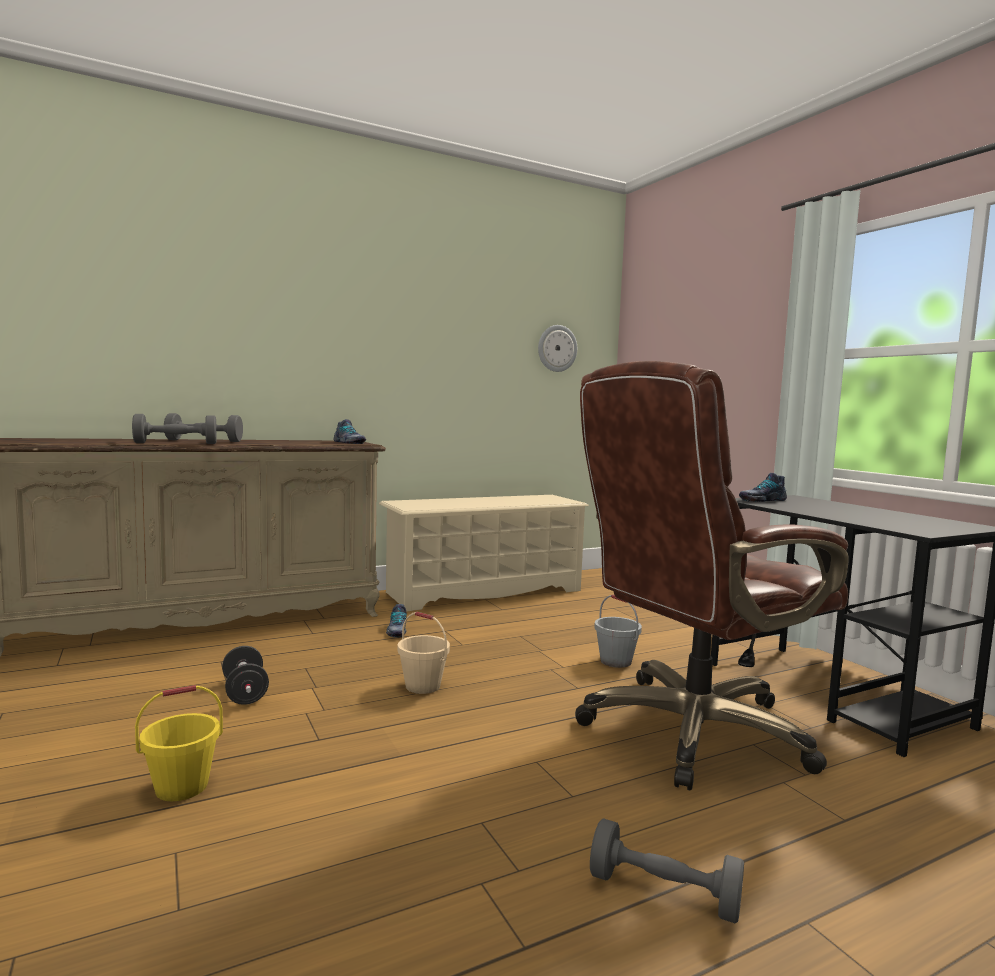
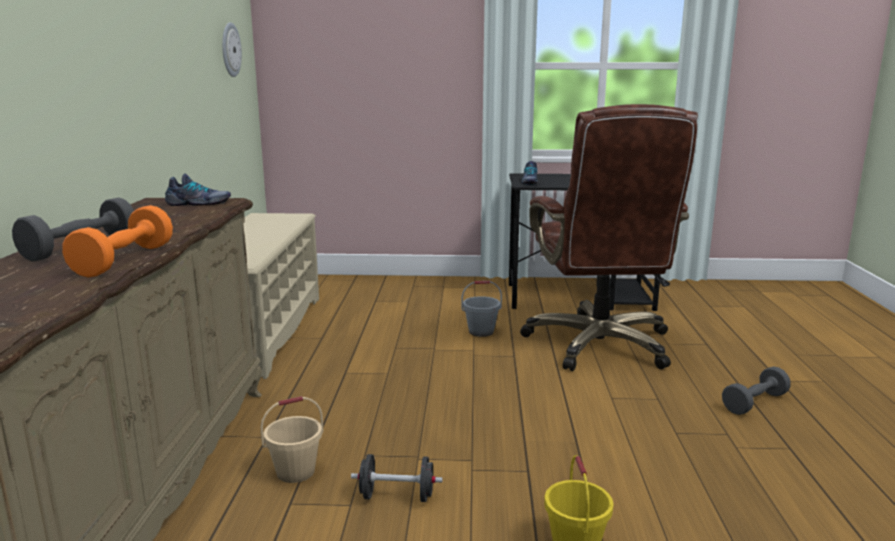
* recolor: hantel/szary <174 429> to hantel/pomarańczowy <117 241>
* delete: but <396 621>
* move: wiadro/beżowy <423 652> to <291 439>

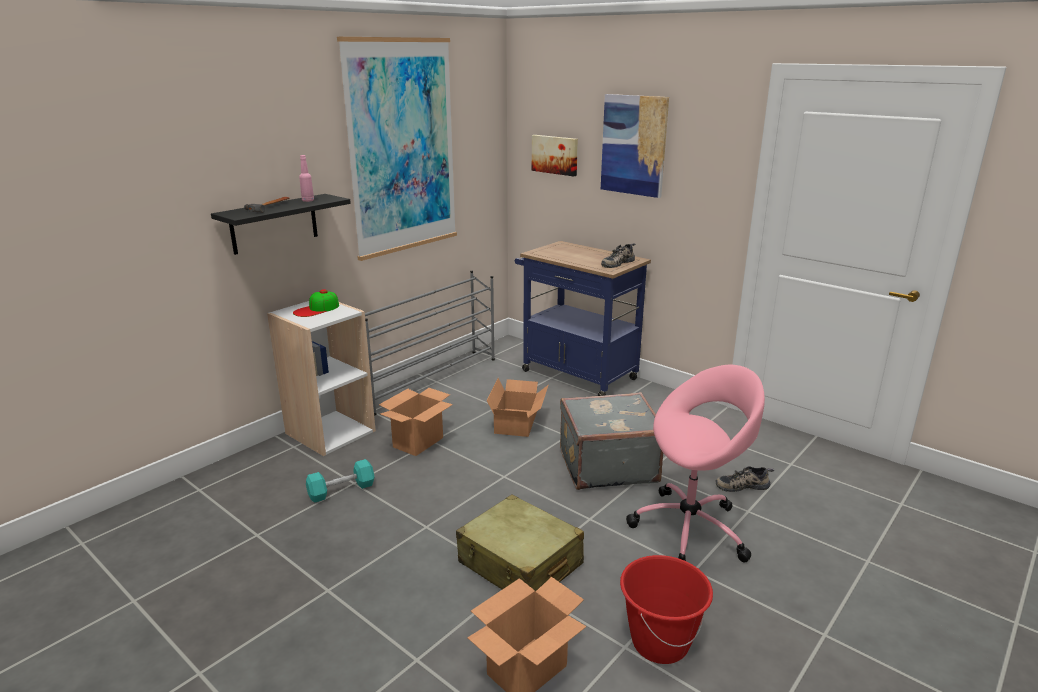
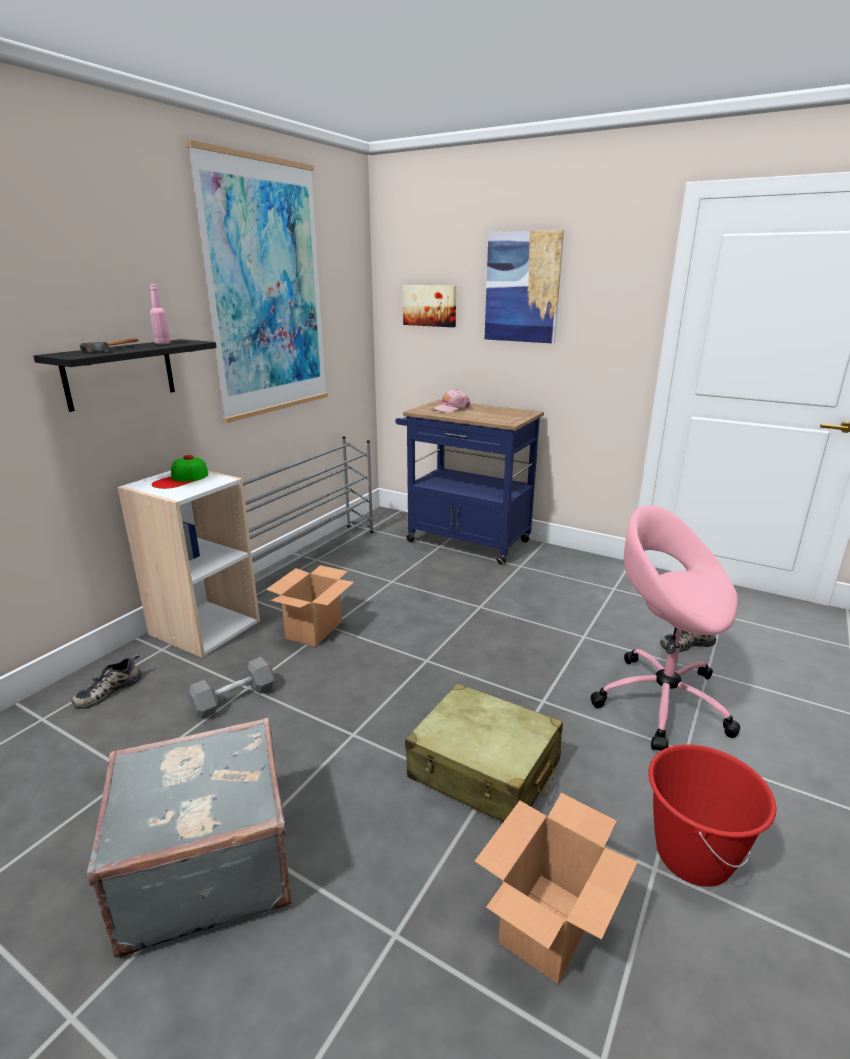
* move: but <618 255> to <106 682>
* rotate: krzesło biurowe/różowy <695 463> = <665 628> 135 degrees counterclockwise
* delete: karton <517 407>
* move: walizka/szary <611 441> to <189 837>
* recolor: hantel/turkusowy <340 481> to hantel/szary <231 688>
* insert: czapka z daszkiem/różowy <450 401>

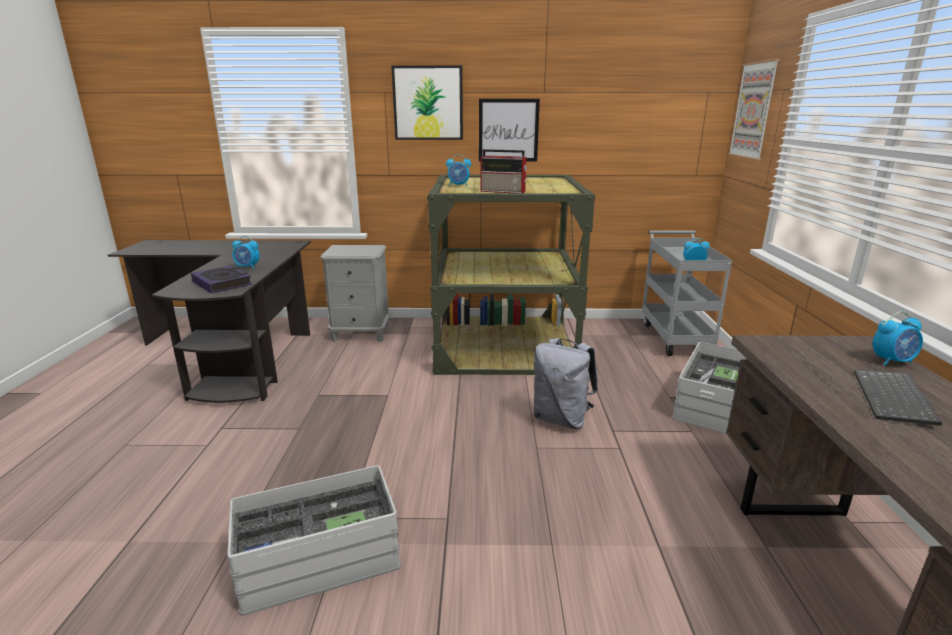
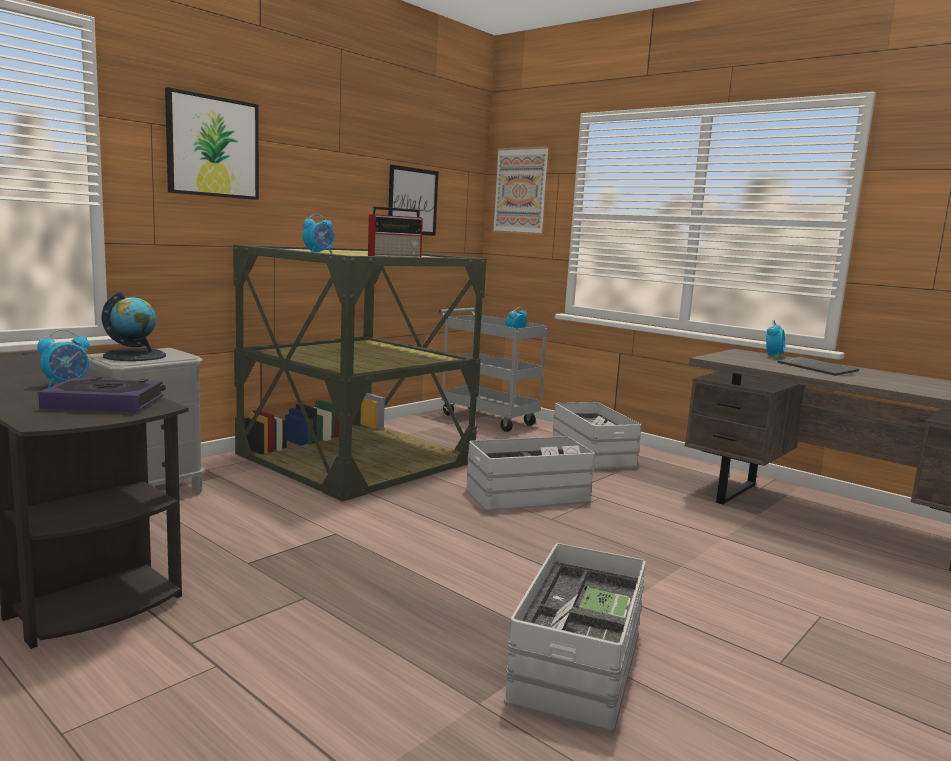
* move: obraz <509 130> to <413 200>
* replace: plecak/szary <565 383> to pojemnik do przechowywania/szary <530 473>
* insert: globus <134 326>

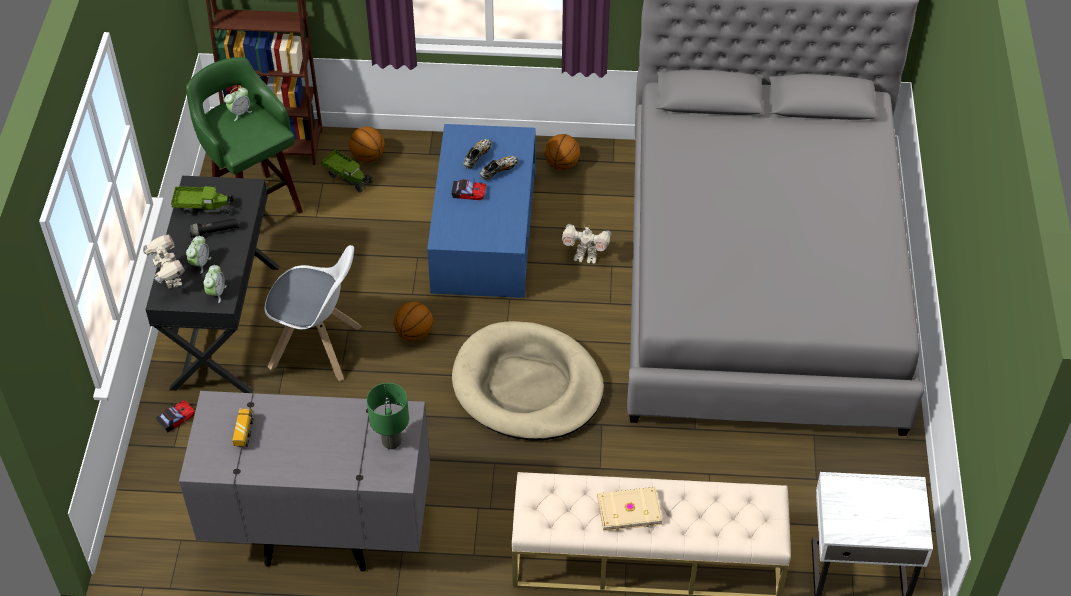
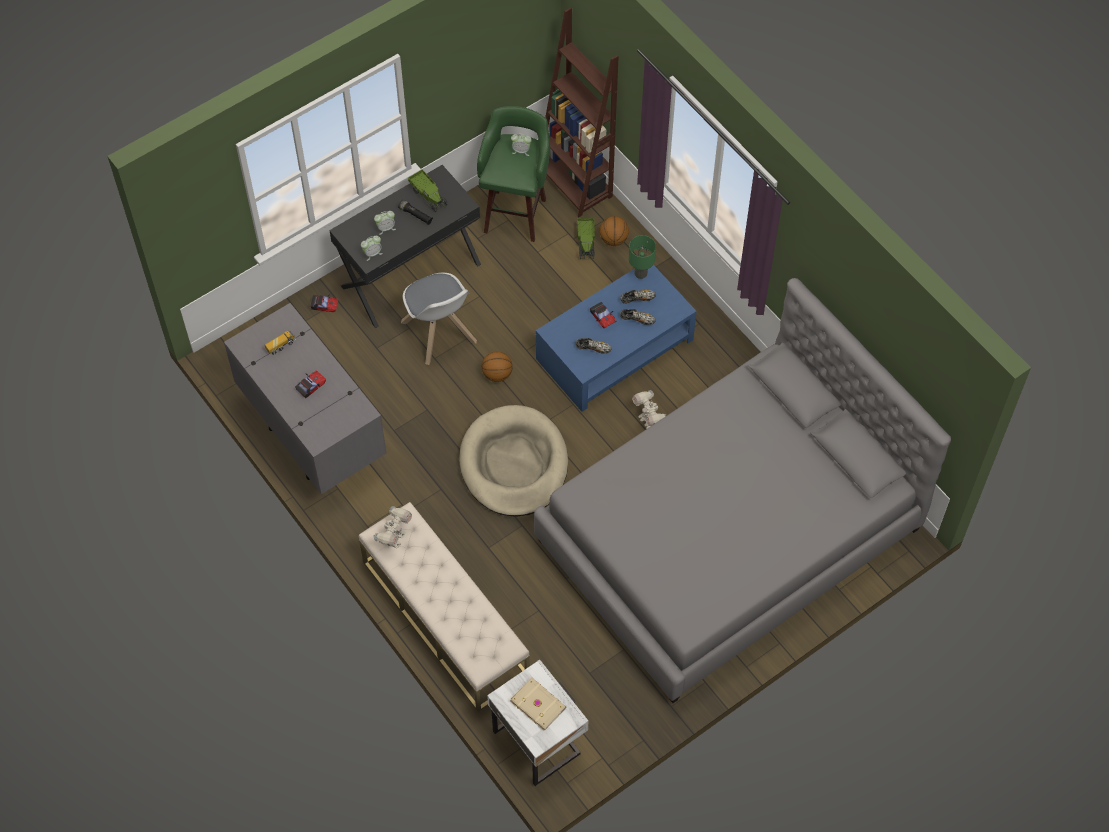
* delete: piłka do koszykówki <562 152>
* move: robot zabawkowy <164 261> to <393 527>
* move: lampa stołowa/zielony <388 416> to <642 257>
* move: książka/beżowy <630 509> to <538 704>
* insert: but <594 345>
* insert: samochodzik <310 384>

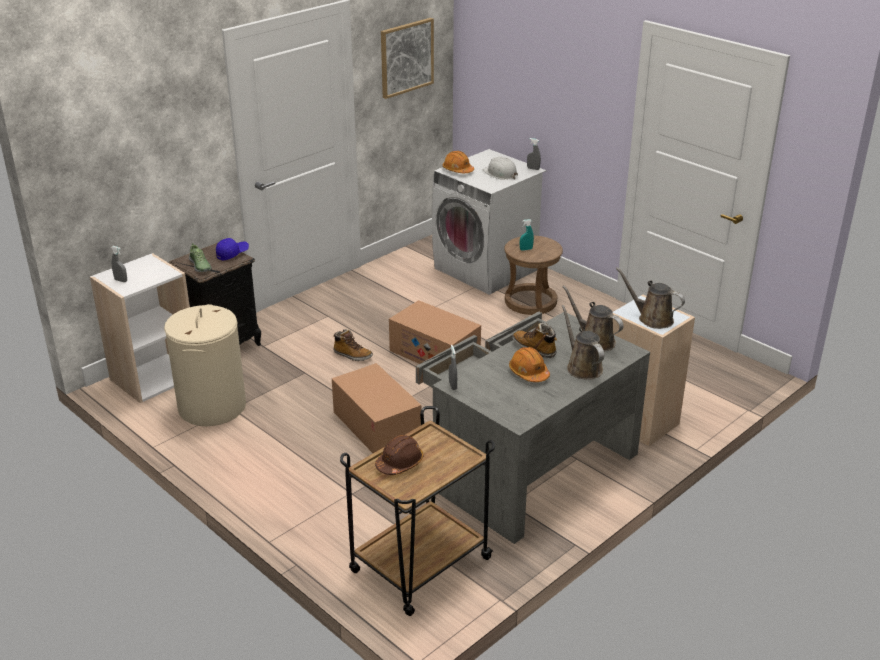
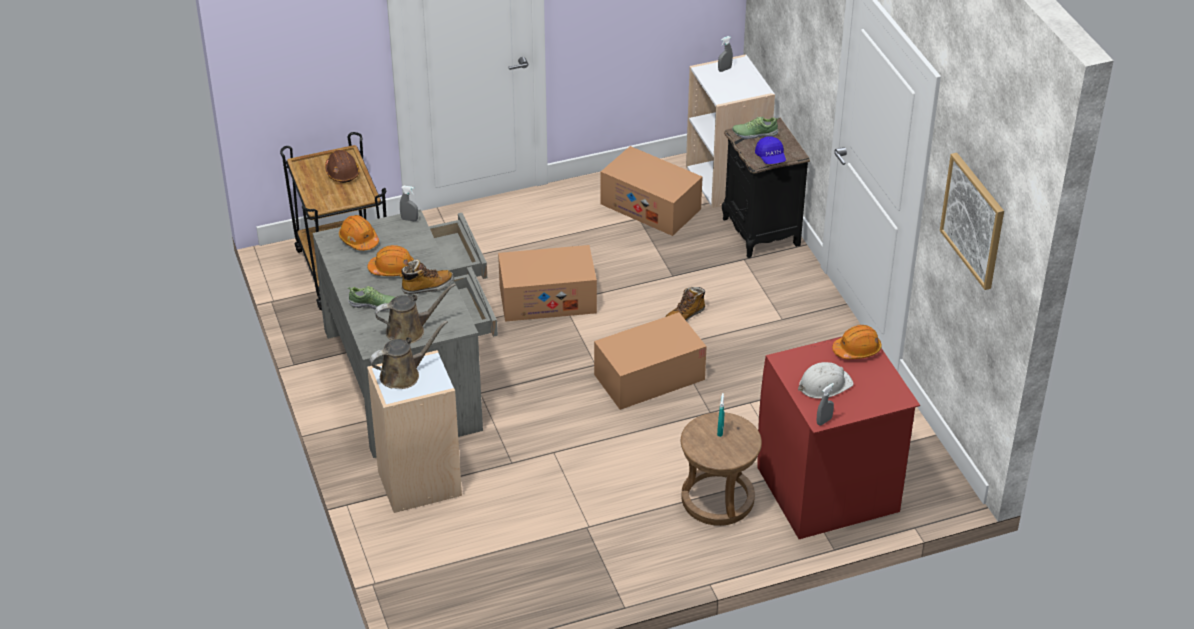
* recolor: pralka/biały <489 222> to pralka/czerwony <838 438>
* replace: kosz na pranie/beżowy <205 365> to karton <652 191>
* replace: konewka/brązowy <583 342> to but <371 298>
* insert: kask/pomarańczowy <359 233>

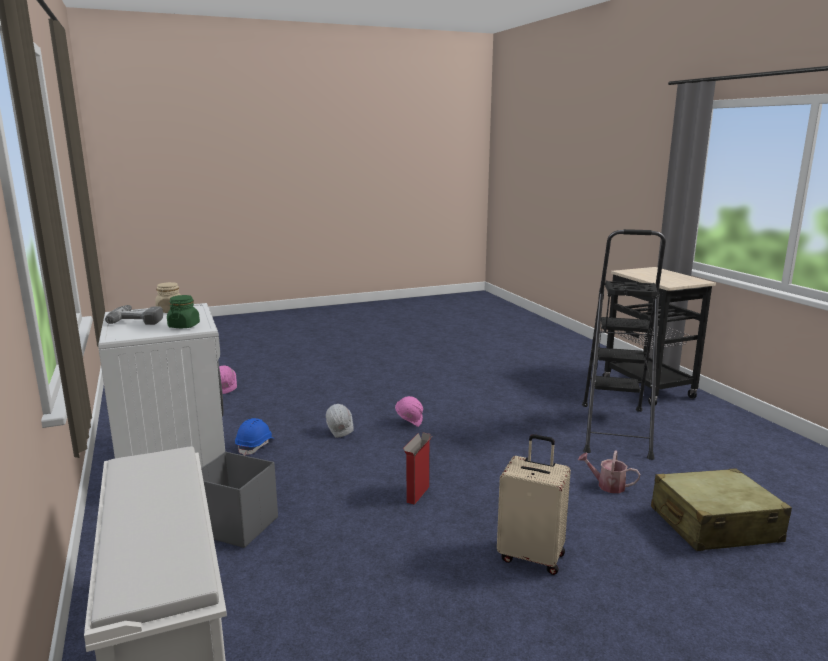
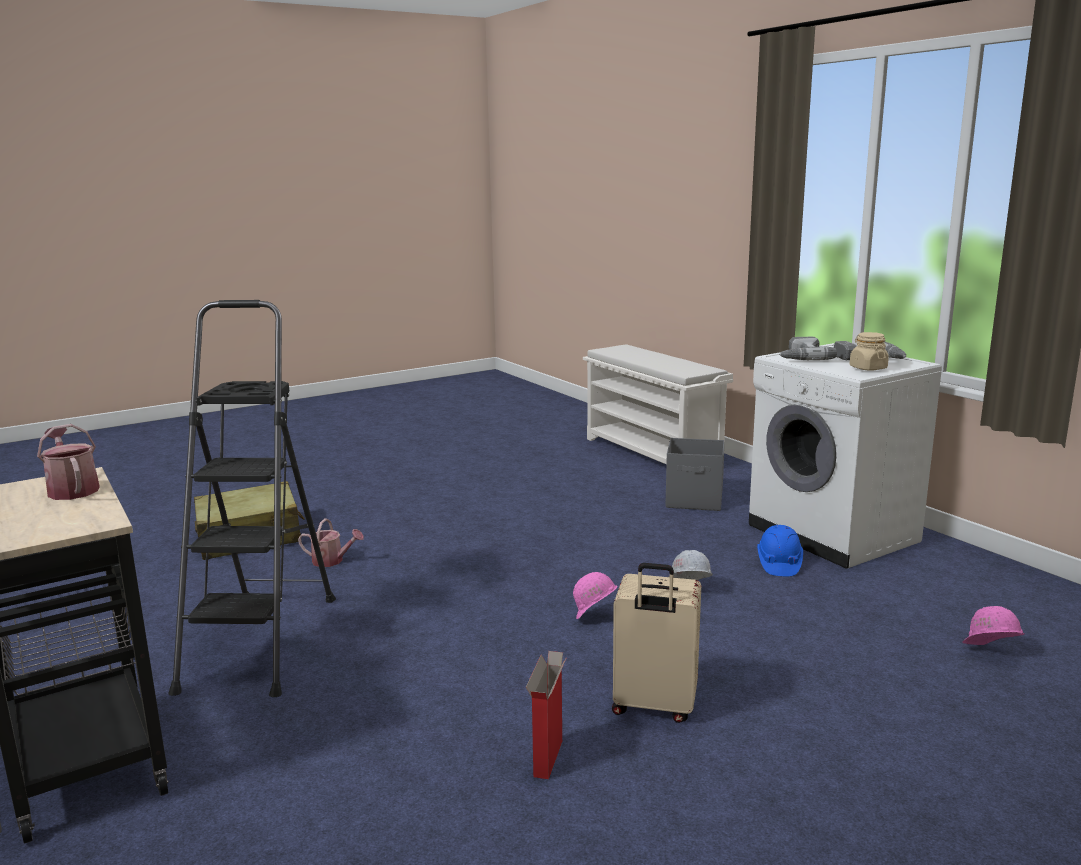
* replace: słoik/zielony <183 311> to wiertarka <808 348>
* move: karton <417 468> to <546 715>
* move: walizka/beżowy <534 504> to <656 643>
* insert: konewka <68 462>

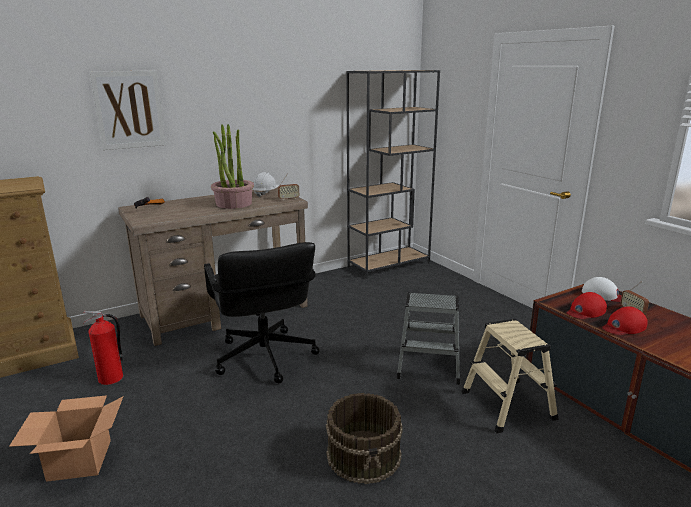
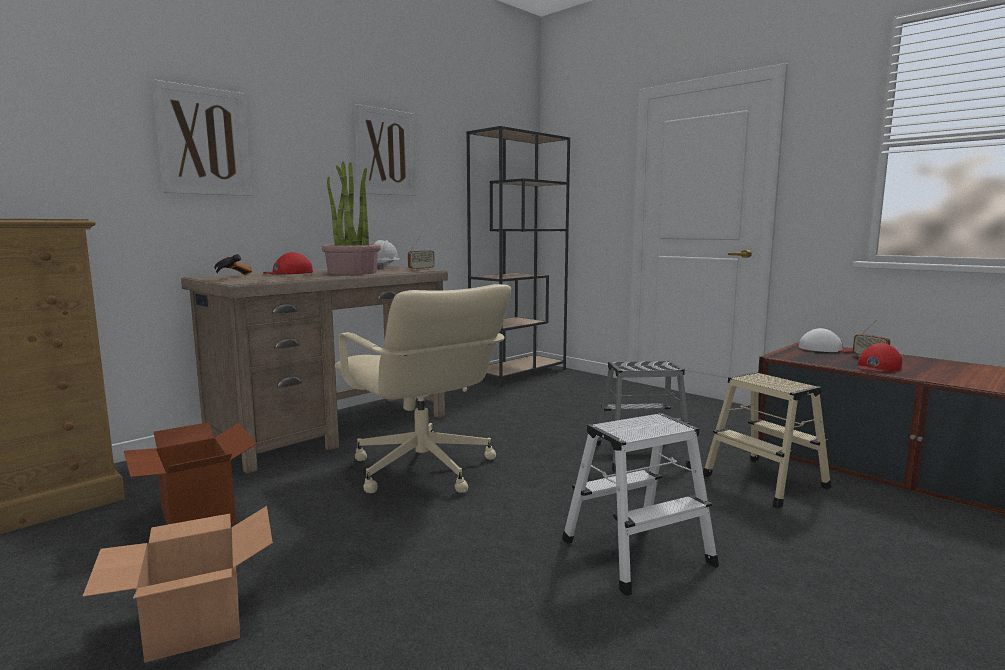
* recolor: krzesło biurowe/czarny <262 312> to krzesło biurowe/beżowy <423 388>
* move: czapka z daszkiem/czerwony <587 305> to <288 263>
* replace: gaśnica <103 348> to karton <190 473>
* replace: wiadro/brązowy <364 438> to drabinka/biały <640 504>
* insert: obraz <385 150>

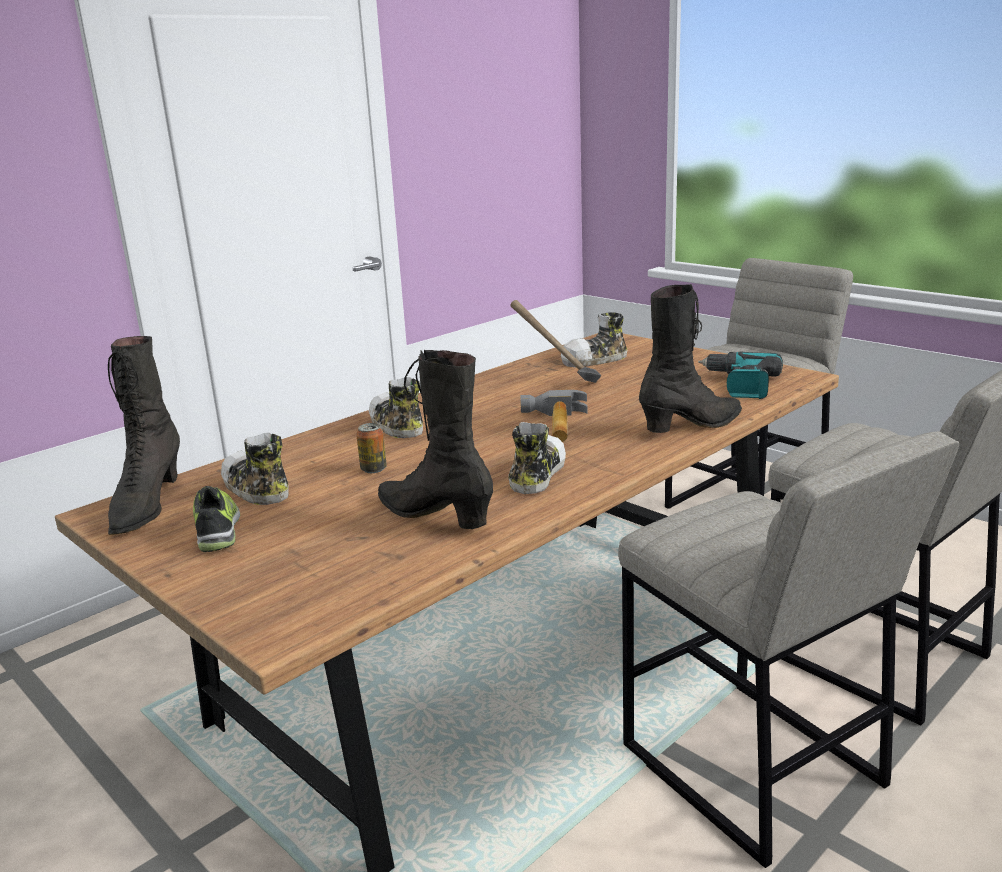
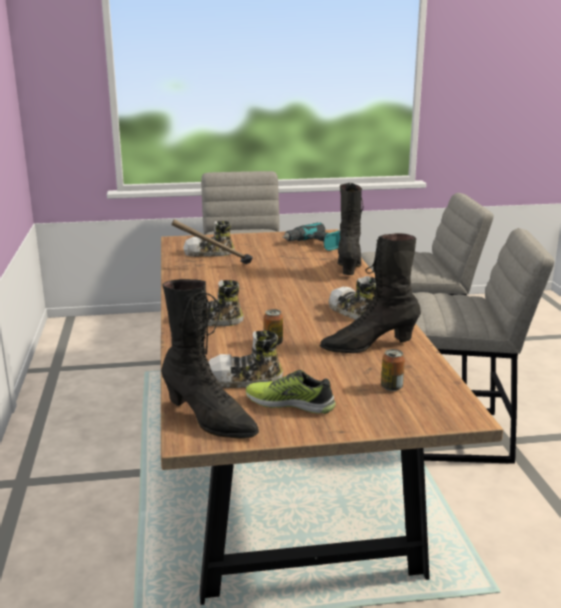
* rotate: but <594 339> = <209 239> 75 degrees clockwise
* delete: młotek <554 416>
* insert: puszka <393 370>

